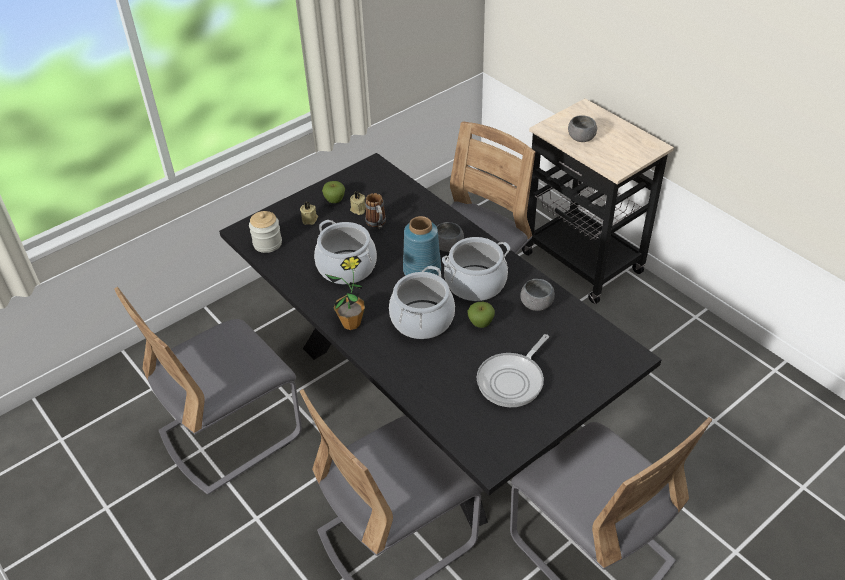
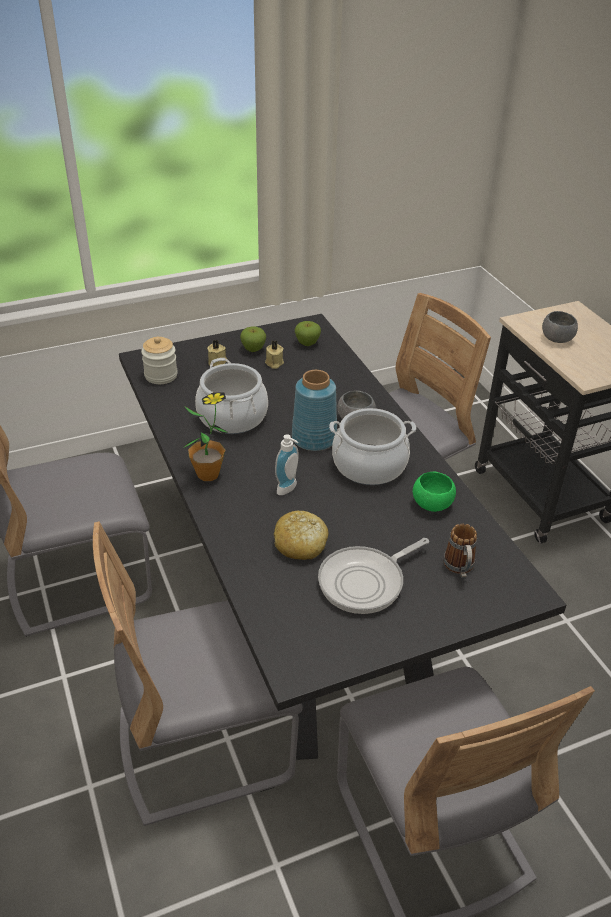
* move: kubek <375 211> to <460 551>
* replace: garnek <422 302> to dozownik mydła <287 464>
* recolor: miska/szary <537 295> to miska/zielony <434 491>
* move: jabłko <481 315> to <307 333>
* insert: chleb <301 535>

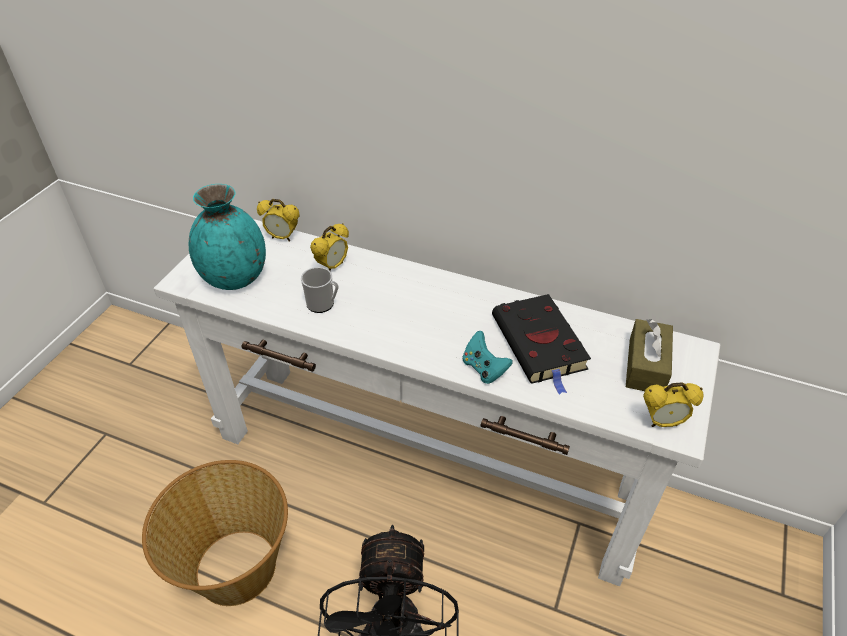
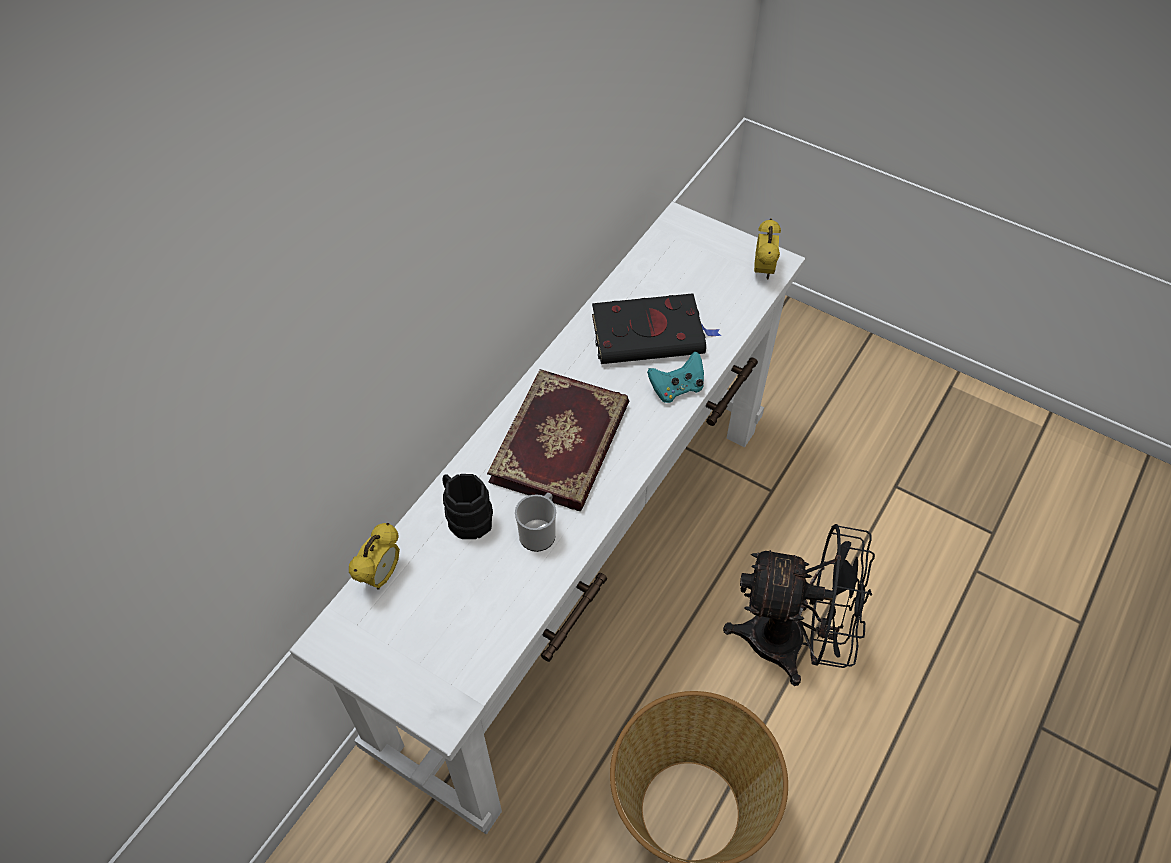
* delete: wazon/turkusowy <227 237>
* replace: budzik <329 247> to kubek/czarny <467 506>
* delete: pudełko chusteczek/brązowy <649 355>
* insert: książka <558 440>

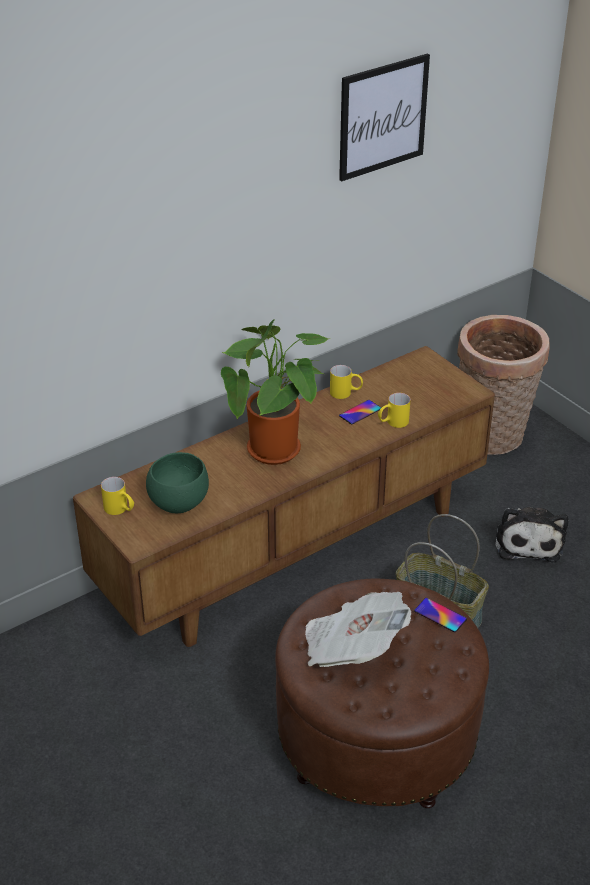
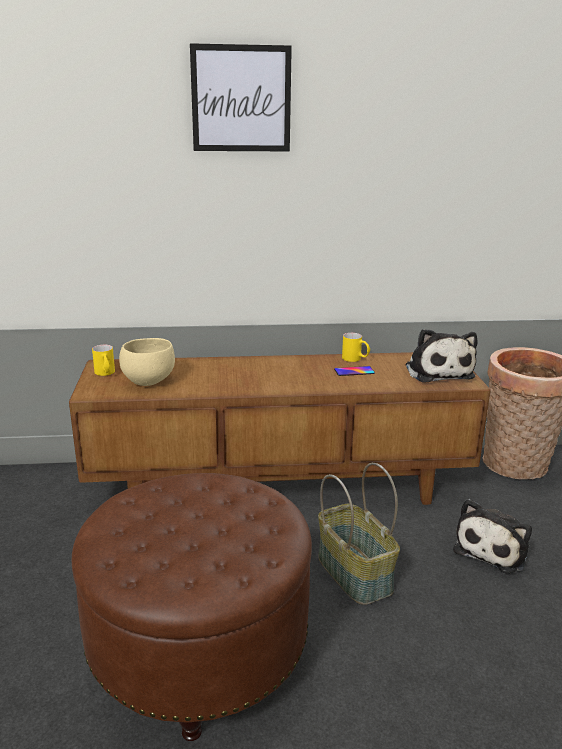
* move: obraz <384 117> to <241 97>
* delete: roślina doniczkowa <275 392>
* delete: kubek/żółty <394 410>
* recolor: miska/zielony <177 482> to miska/beżowy <147 362>
* delete: gazeta <358 629>
* delete: telefon <440 615>
* insert: pluszak <441 356>

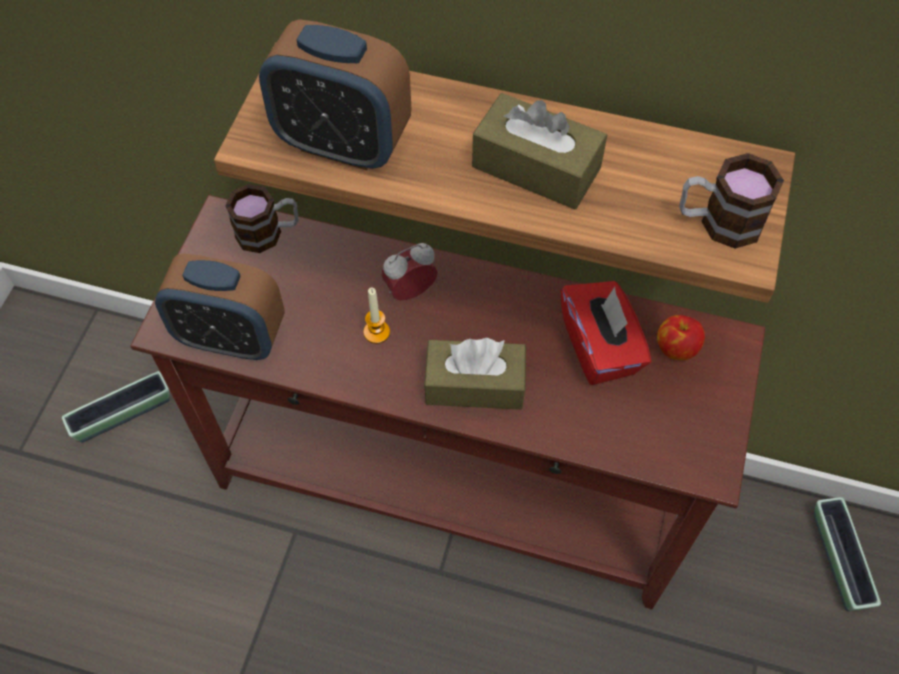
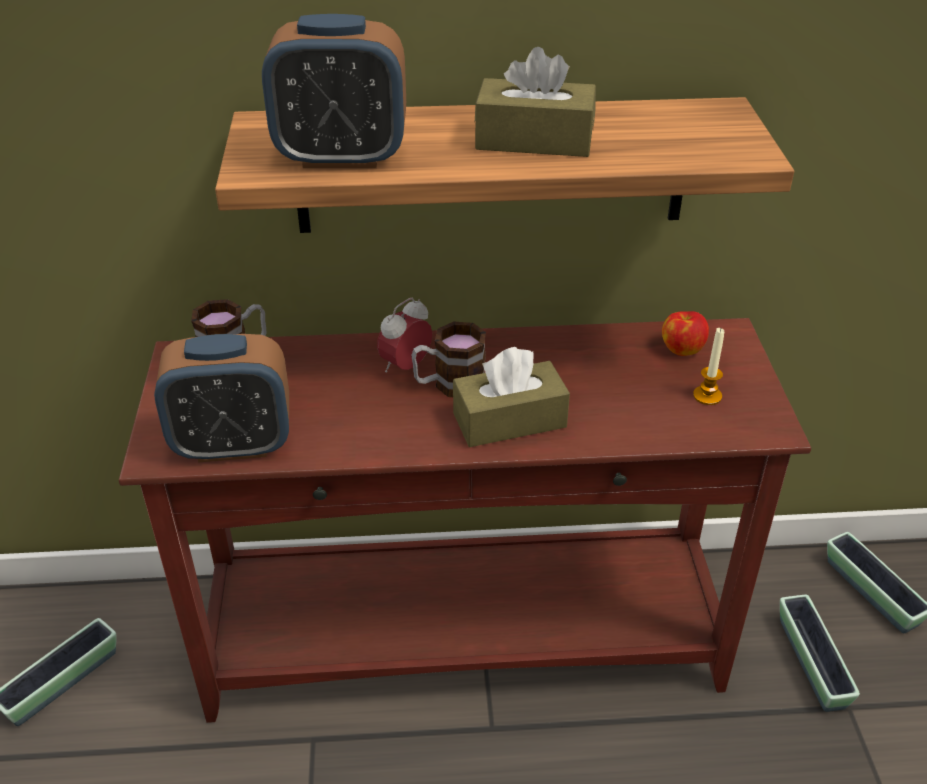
* move: kubek <731 201> to <448 359>
* delete: pudełko chusteczek/czerwony <606 333>
* move: świeca <376 316> to <708 366>
* insert: donica <820 653>

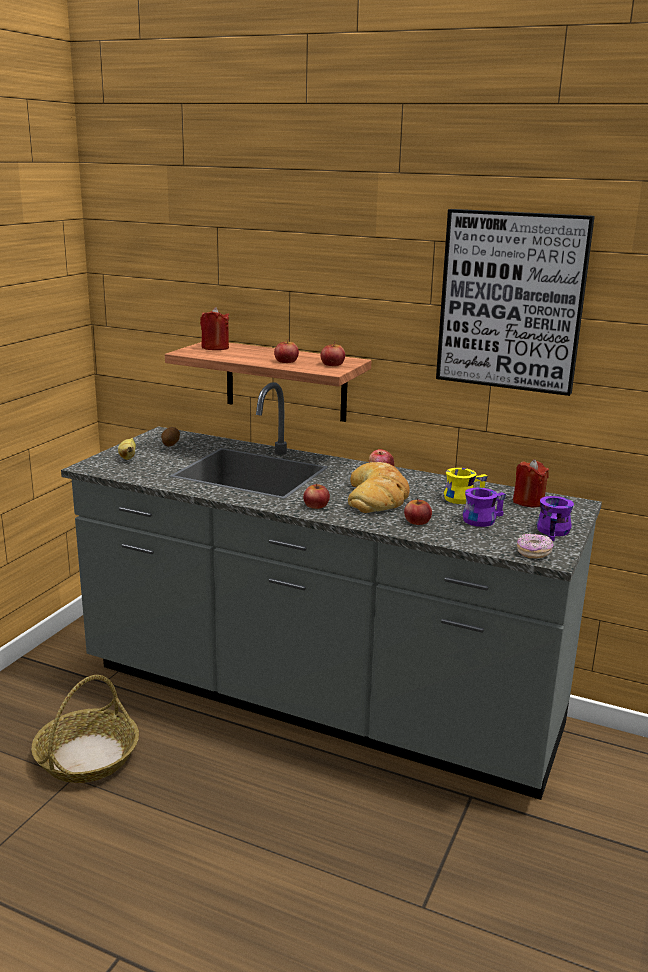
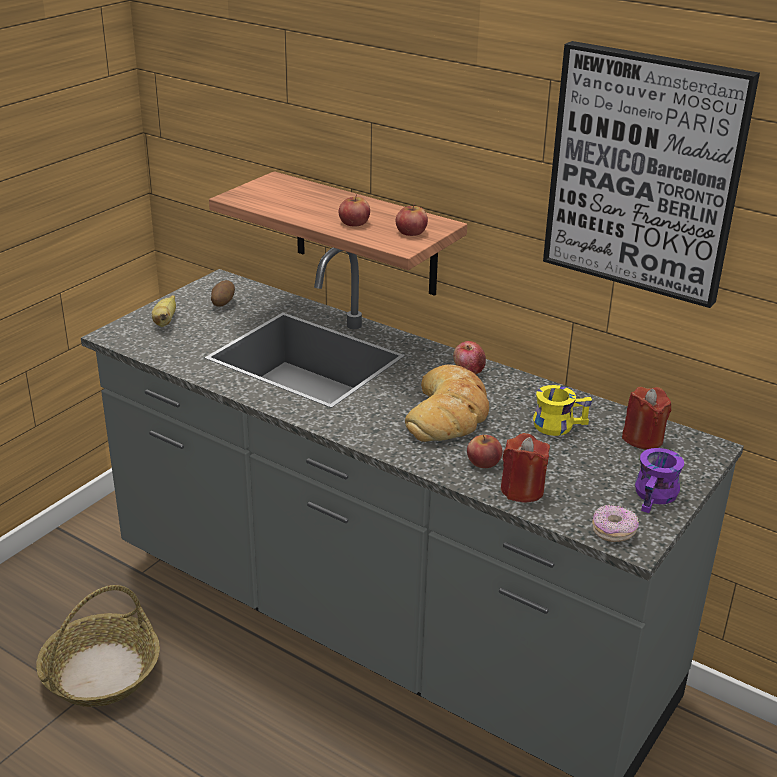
* move: świeca/czerwony <214 328> to <525 468>
* delete: jabłko <316 496>
* delete: kubek/fioletowy <484 507>

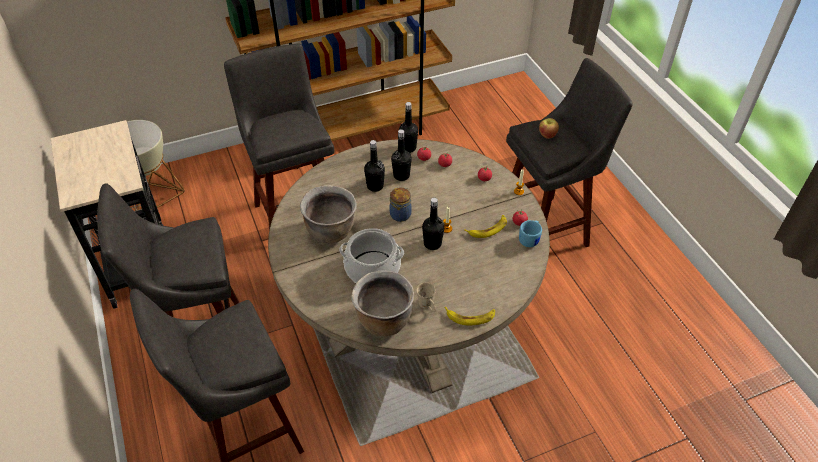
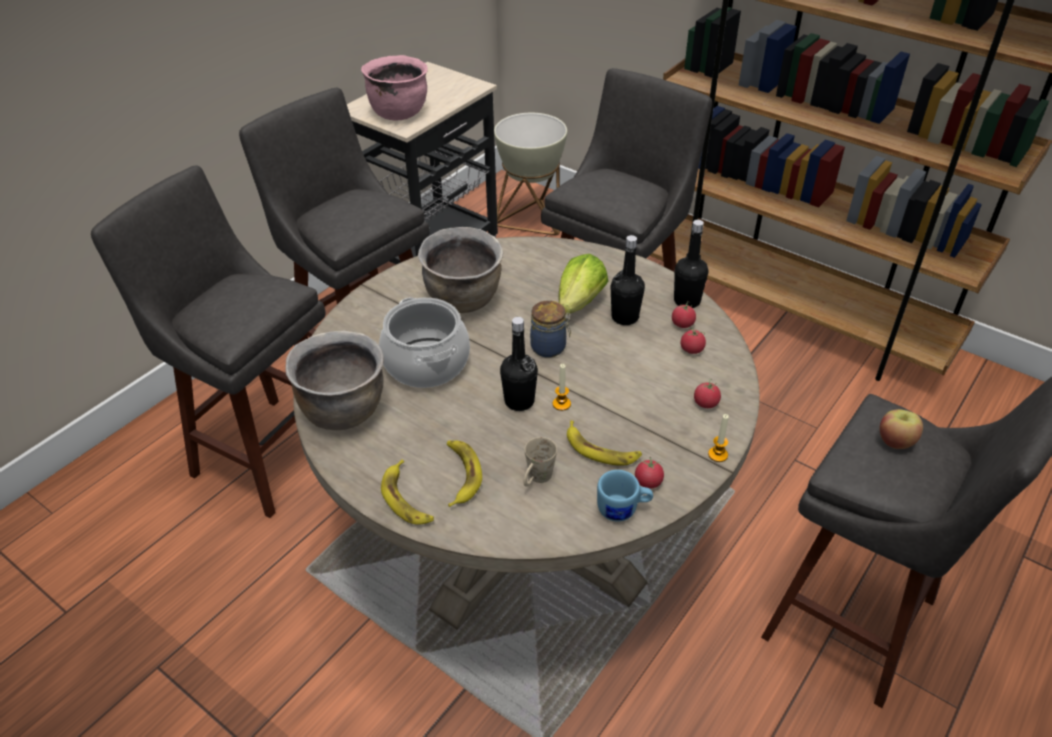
* replace: butelka/czarny <374 166> to sałata <583 284>
* move: kubek/beżowy <426 297> to <540 462>
* insert: garnek/różowy <394 87>
* insert: banan <464 473>

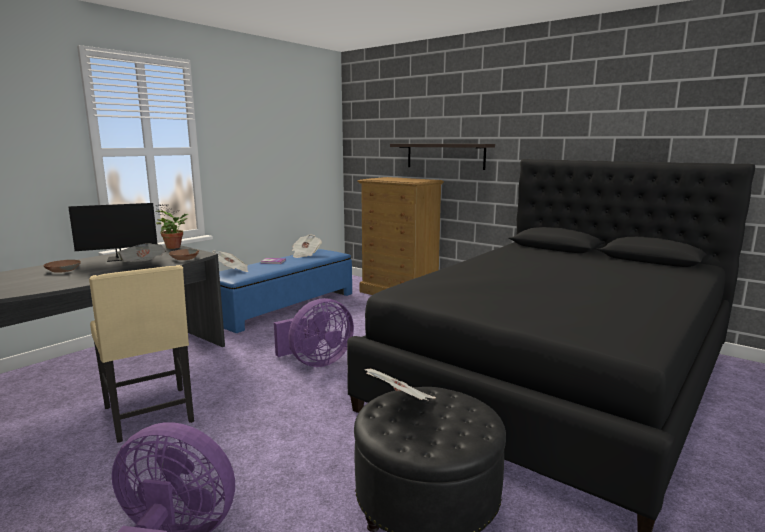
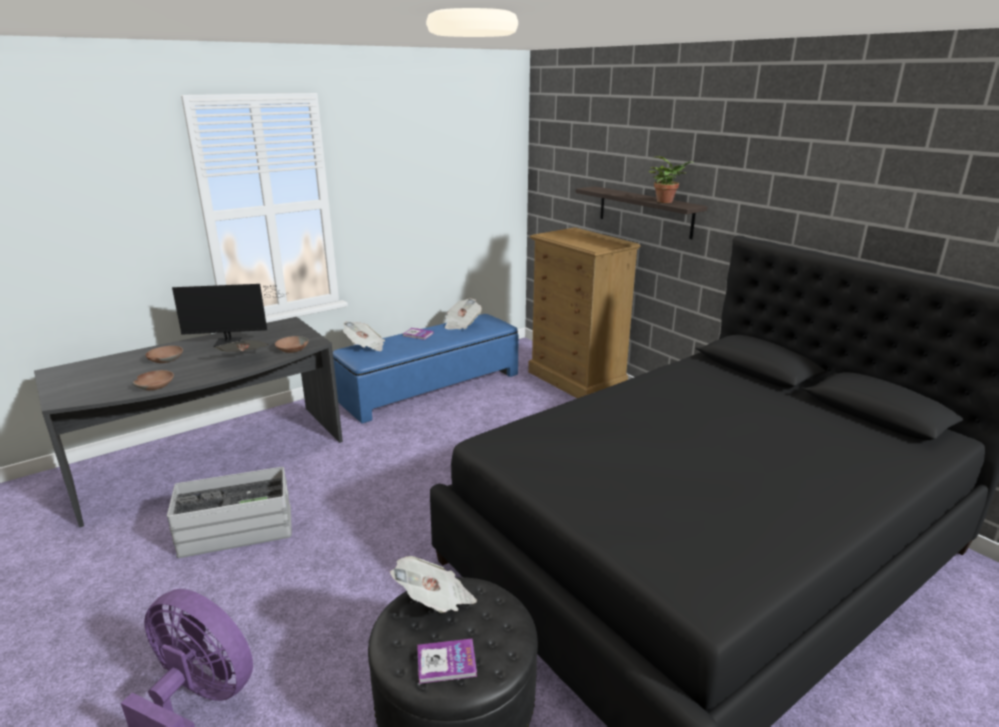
* move: roślina doniczkowa <171 229> to <671 179>
* replace: krzesło/beżowy <141 354> to pojemnik do przechowywania/szary <229 512>
* delete: wentylator/fioletowy <314 332>
* insert: miska/brązowy <153 380>
* insert: książka <447 661>

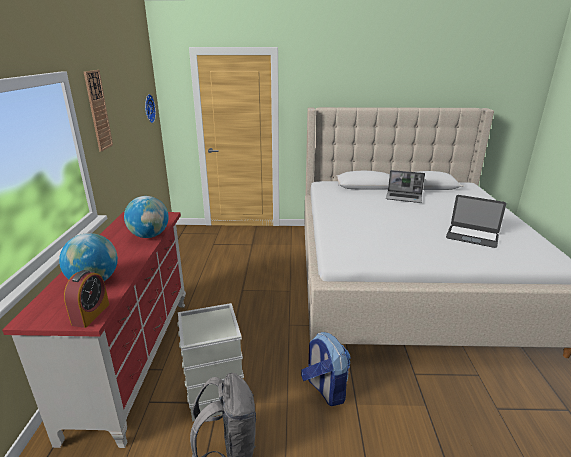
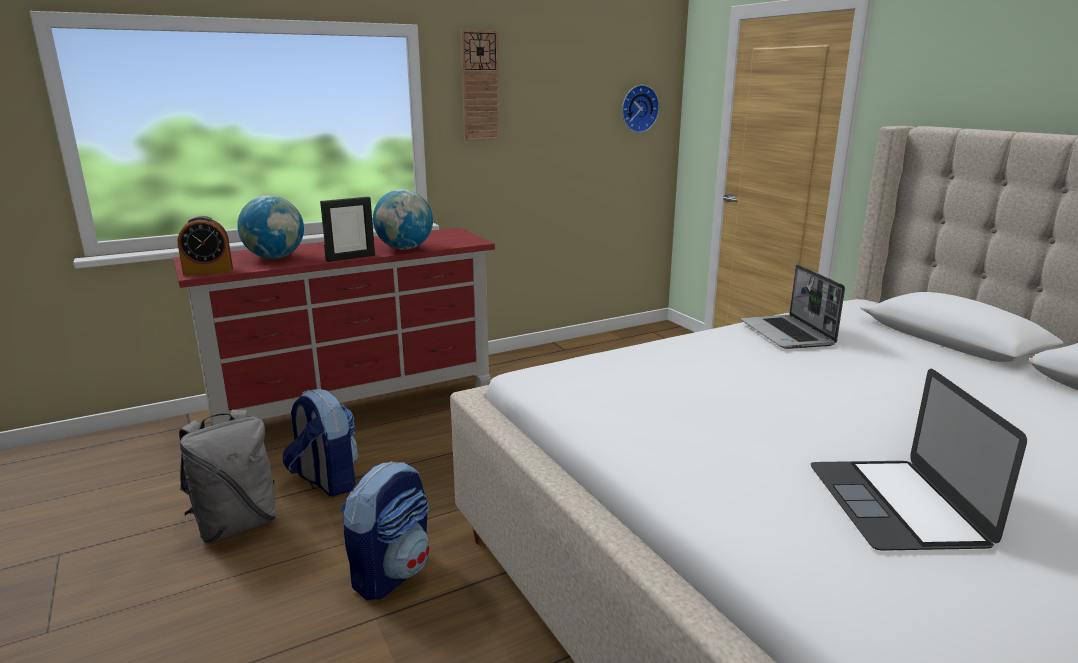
* move: laptop <405 186> to <793 306>
* replace: pojemnik do przechowywania/szary <210 362> to plecak <320 442>
* insert: ramka na zdjęcie <347 229>

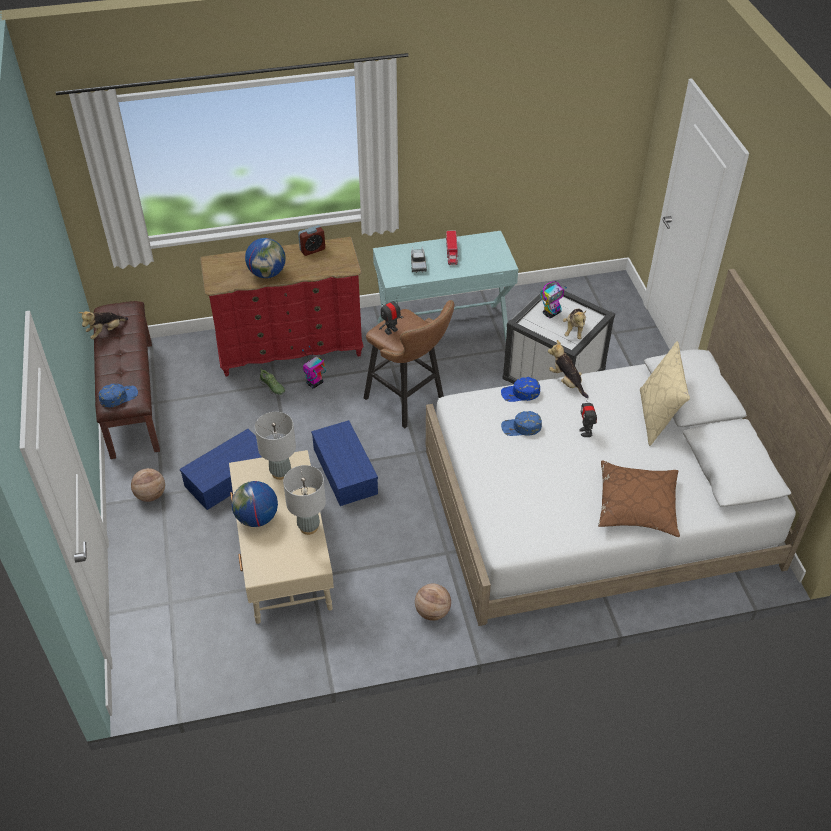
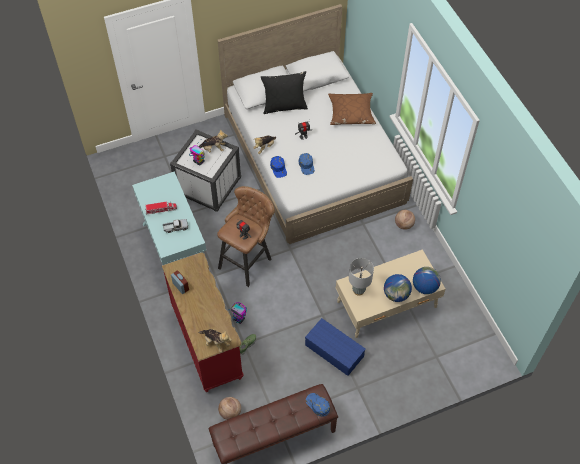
* move: globus <265 258> to <427 280>
* move: pluszak <103 325> to <215 341>
* recolor: poduszka/beżowy <665 393> to poduszka/czarny <284 92>
* delete: pojemnik do przechowywania/niebieski <344 463>
* delete: lampa stołowa/szary <304 500>
* move: piłka do koszykówki <148 485> to <229 408>

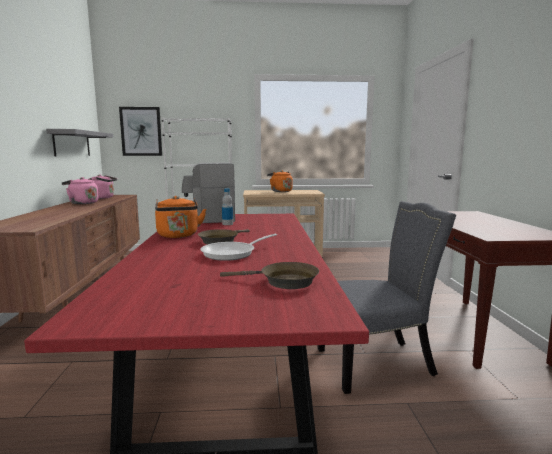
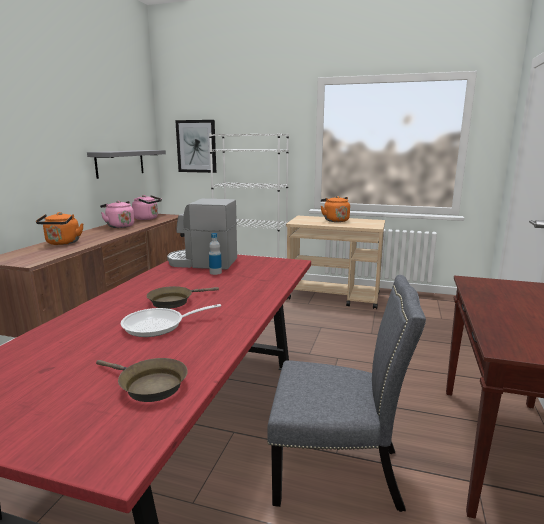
* move: czajnik/pomarańczowy <180 217> to <60 228>

